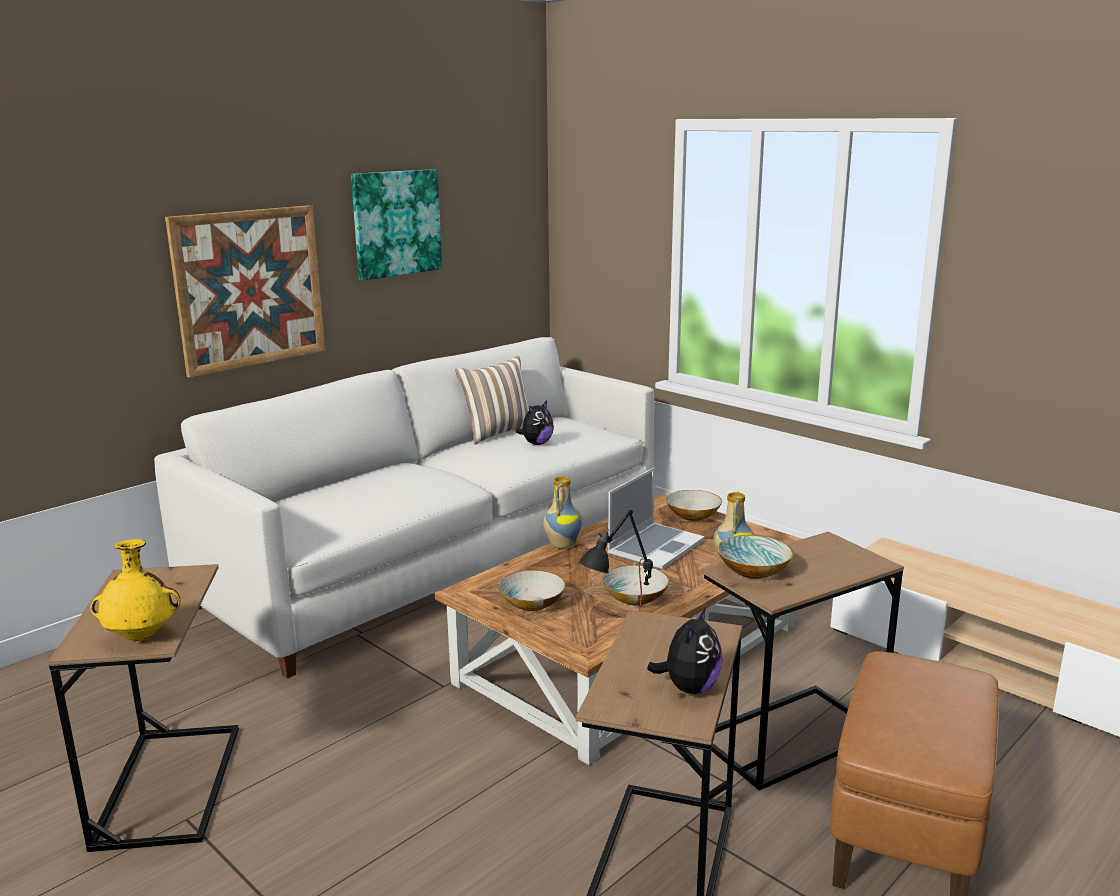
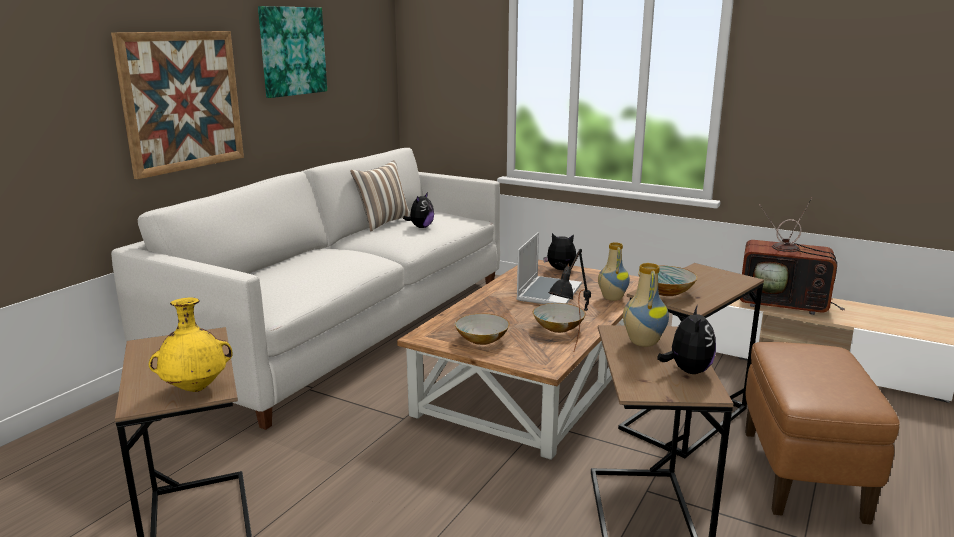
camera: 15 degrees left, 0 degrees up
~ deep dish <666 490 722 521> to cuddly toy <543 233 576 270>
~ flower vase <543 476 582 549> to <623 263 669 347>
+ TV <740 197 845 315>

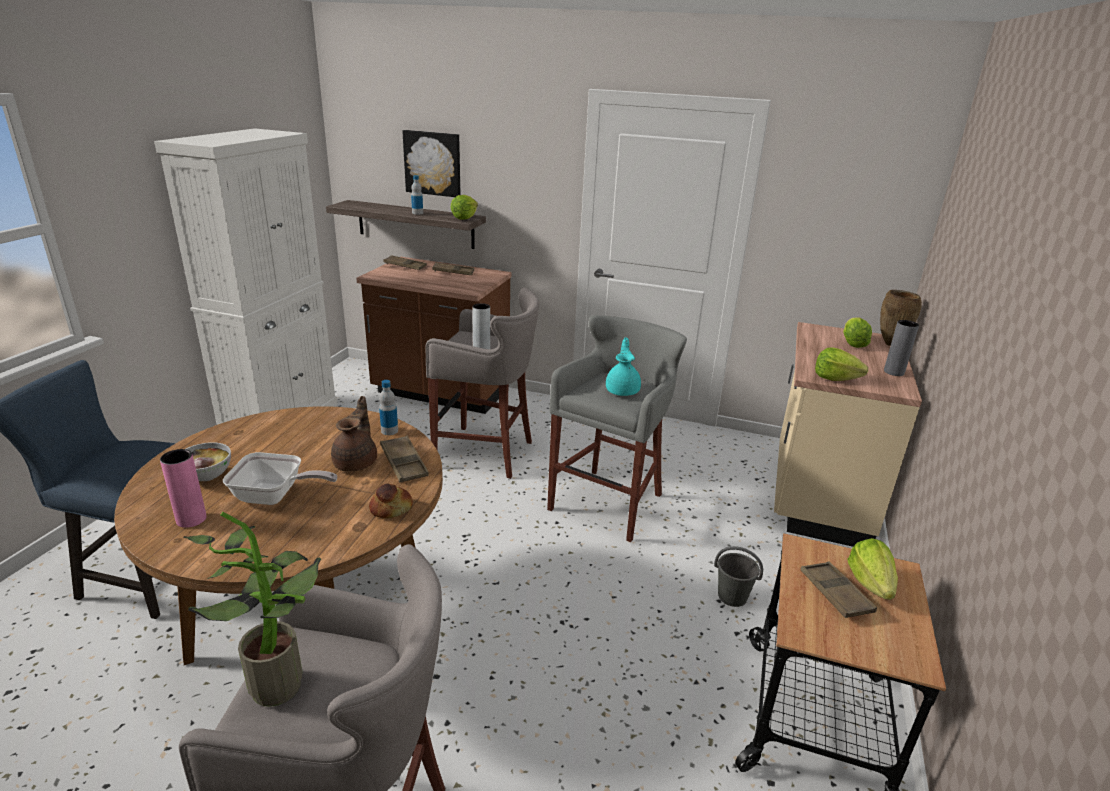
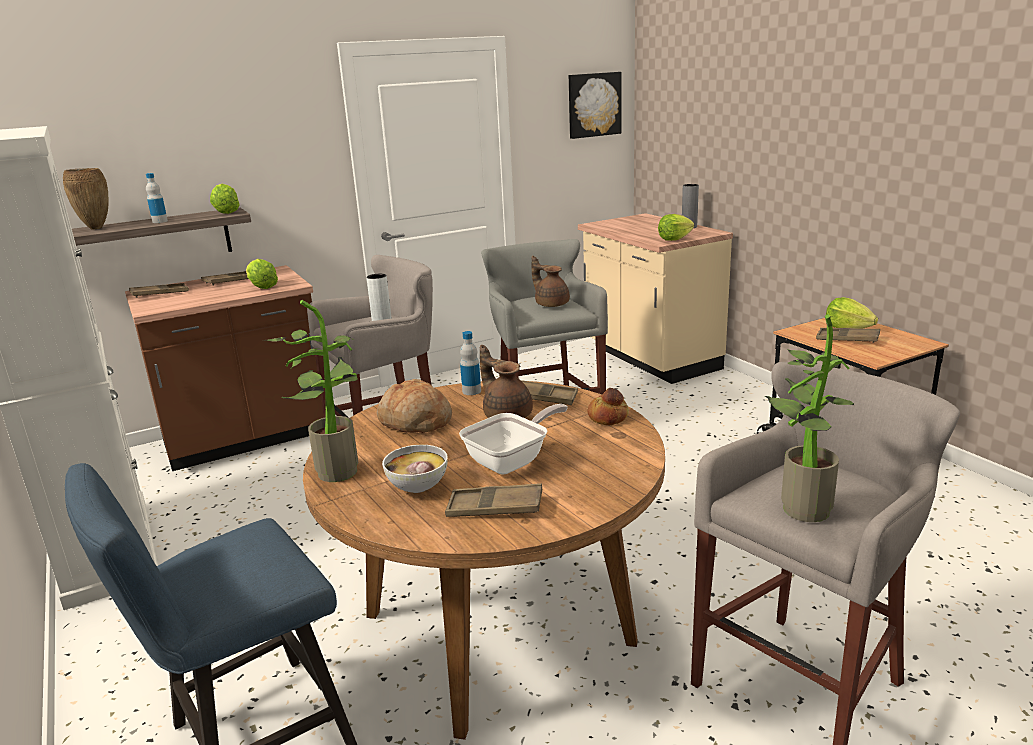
camera: 45 degrees left, 5 degrees down
~ brownish flower vase <880 290 922 346> to <63 168 109 229>
~ lettuce head <843 317 872 348> to <246 259 278 289>
+ houseplant <266 300 358 482>
+ bread <376 379 452 433>
~ pink-coloured flower vase <160 449 206 528> to brownish serving tray <445 483 542 517>
~ blue-green teapot <606 337 641 396> to brownish teapot <532 256 570 307>
~ picture <402 130 461 197> to <569 72 621 139>
- greyish pail <714 546 763 607>

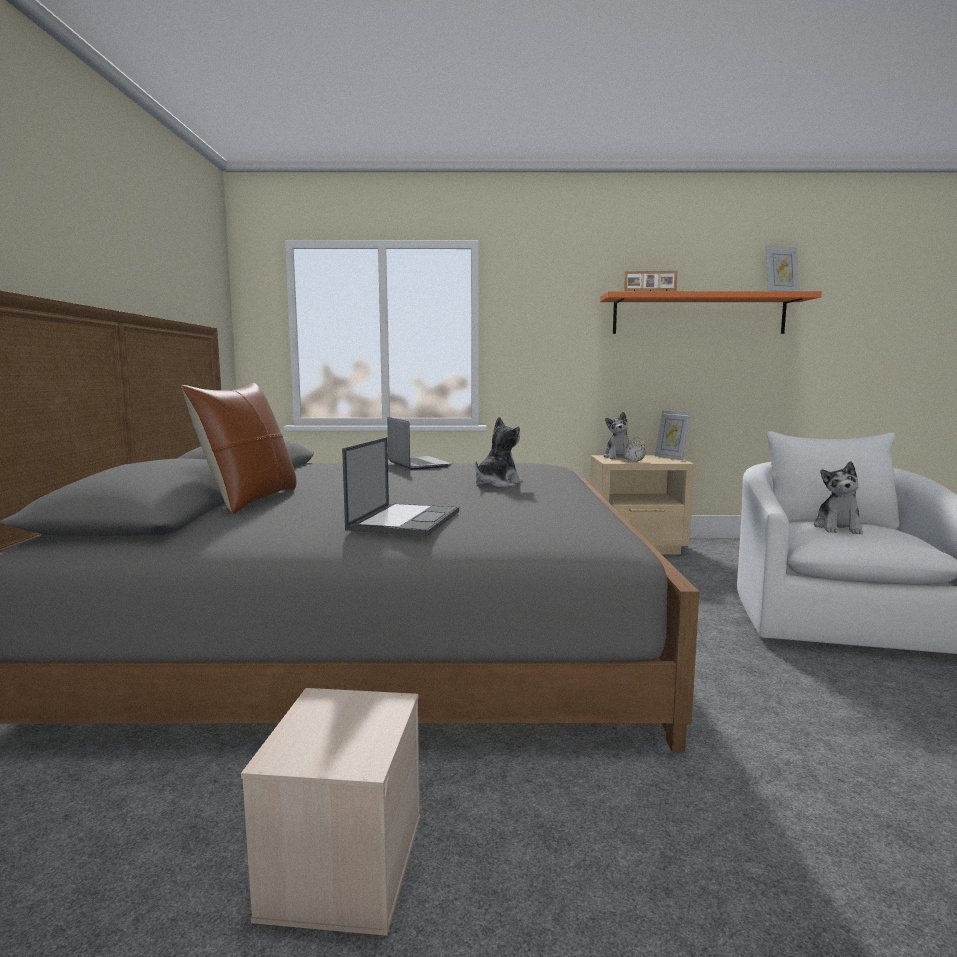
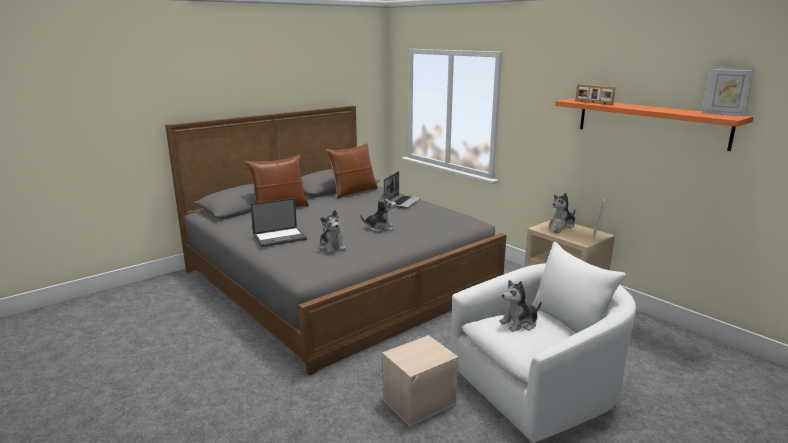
camera: 50 degrees right, 10 degrees up
+ cuddly toy <319 210 346 253>
+ brownish cushion <326 143 378 198>
~ beige-coloured storage bin <241 688 420 936> to <382 335 459 427>

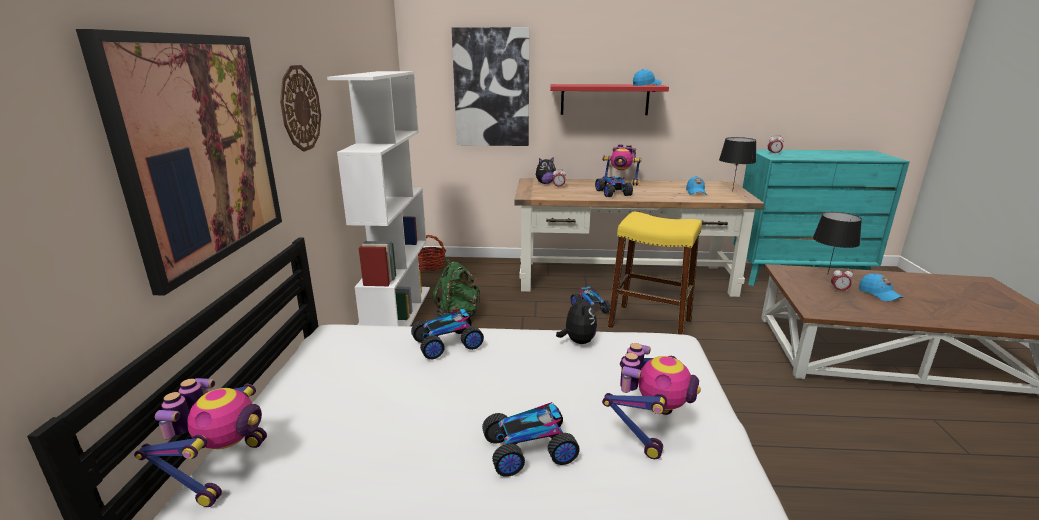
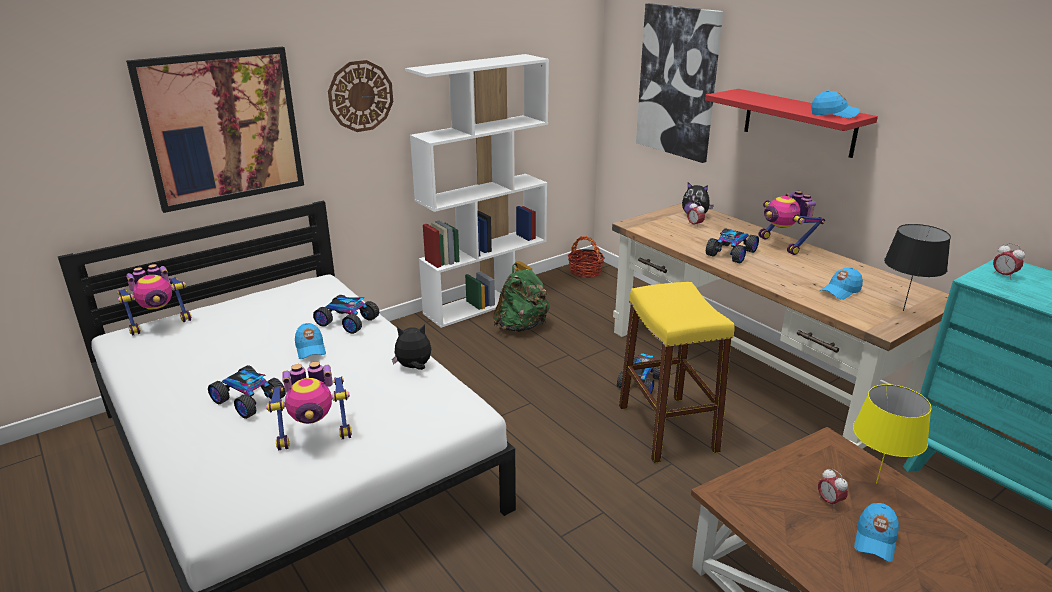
camera: 50 degrees right, 5 degrees up
+ blue baseball cap <295 323 326 359>
~ cuddly toy <556 294 597 344> = <392 324 431 370> 150 degrees counterclockwise
~ blackish tabletop lamp <813 212 862 275> to yellow-coloured tabletop lamp <853 384 931 484>

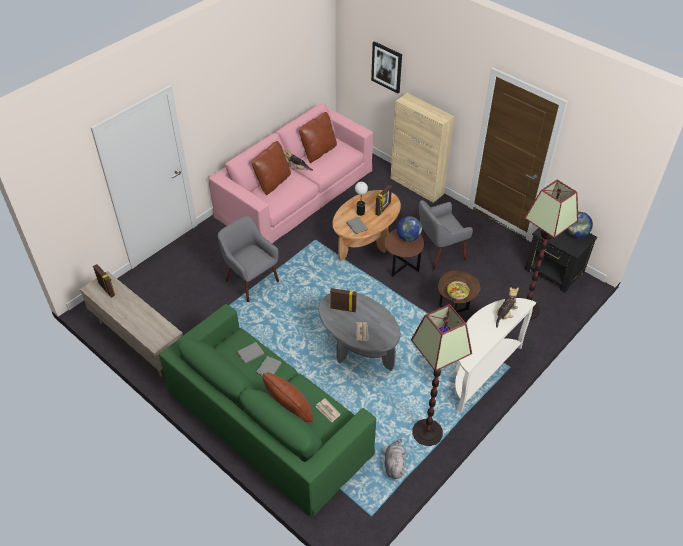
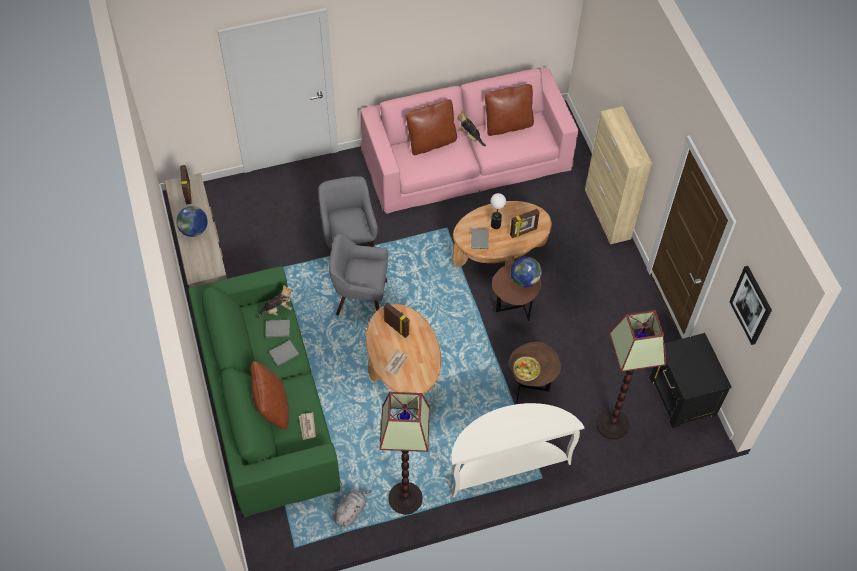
camera: 30 degrees right, 10 degrees up
~ globe <567 212 593 238> to <176 206 207 237>
~ cuddly toy <496 287 519 328> to <257 285 293 318>
~ greyish armchair <419 200 473 270> to <329 234 388 315>
~ greyish lounge table <318 293 401 371> to brownish lounge table <366 304 441 416>
~ picture <371 41 402 93> to <729 266 772 345>

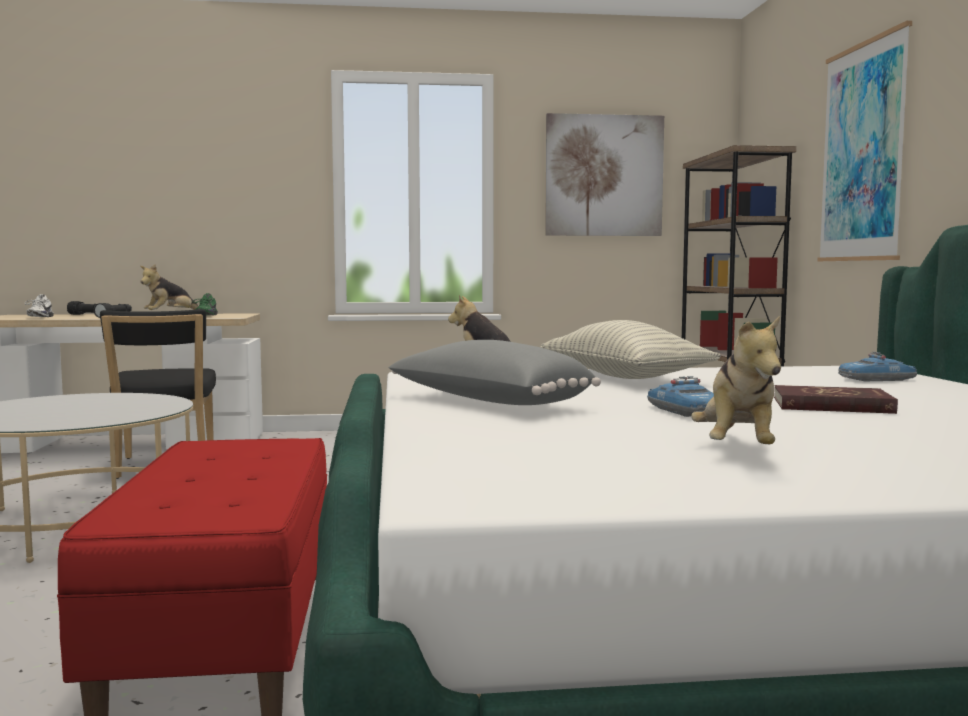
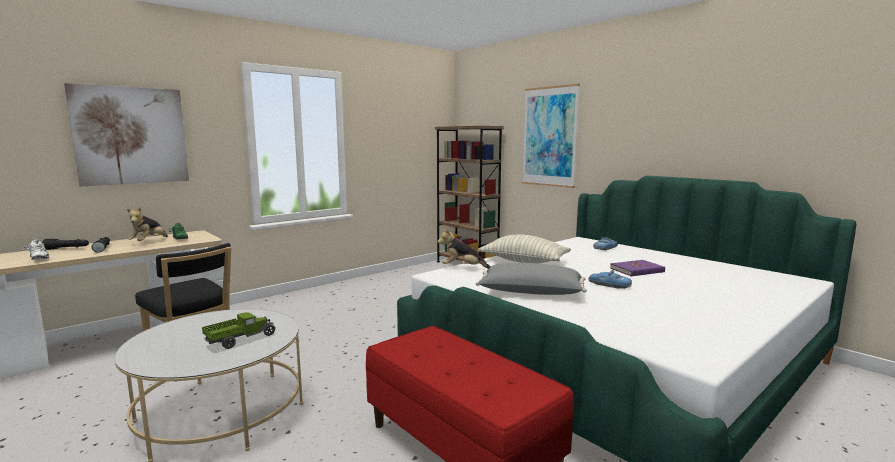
camera: 35 degrees left, 5 degrees up
~ picture <545 113 664 236> to <64 83 189 186>
+ toy lorry <202 312 276 349>
~ red book <774 385 898 414> to purple book <610 260 665 277>
- cuddly toy <691 316 781 444>

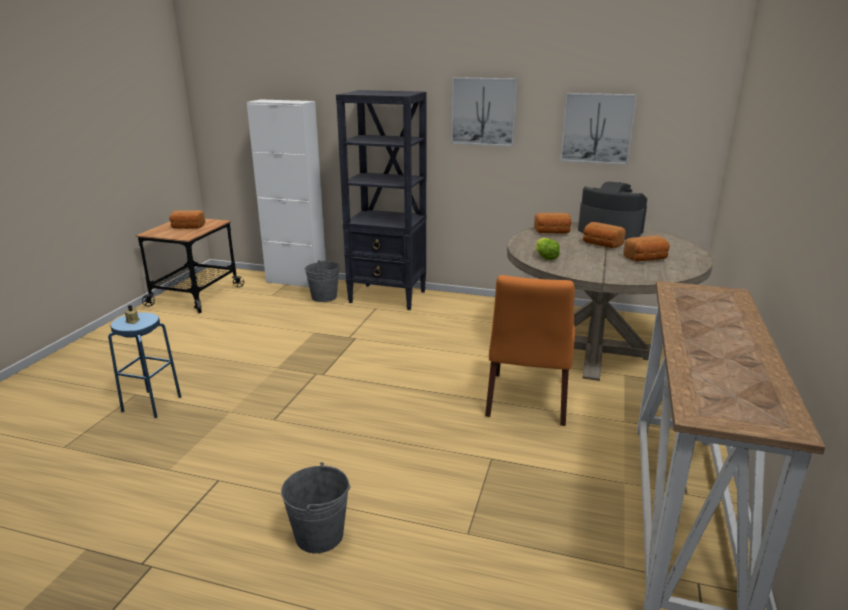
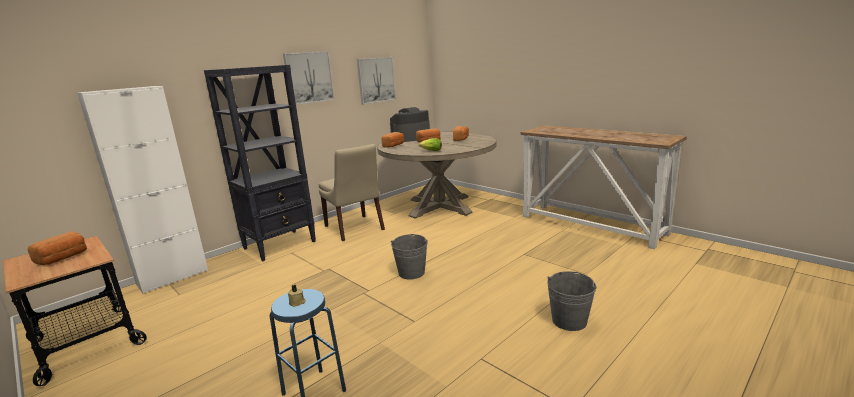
camera: 60 degrees left, 5 degrees down
+ beige-coloured plain chair <319 144 385 241>
~ greyish pail <305 260 340 302> to <391 234 428 279>
- orange-coloured plain chair <485 275 575 426>

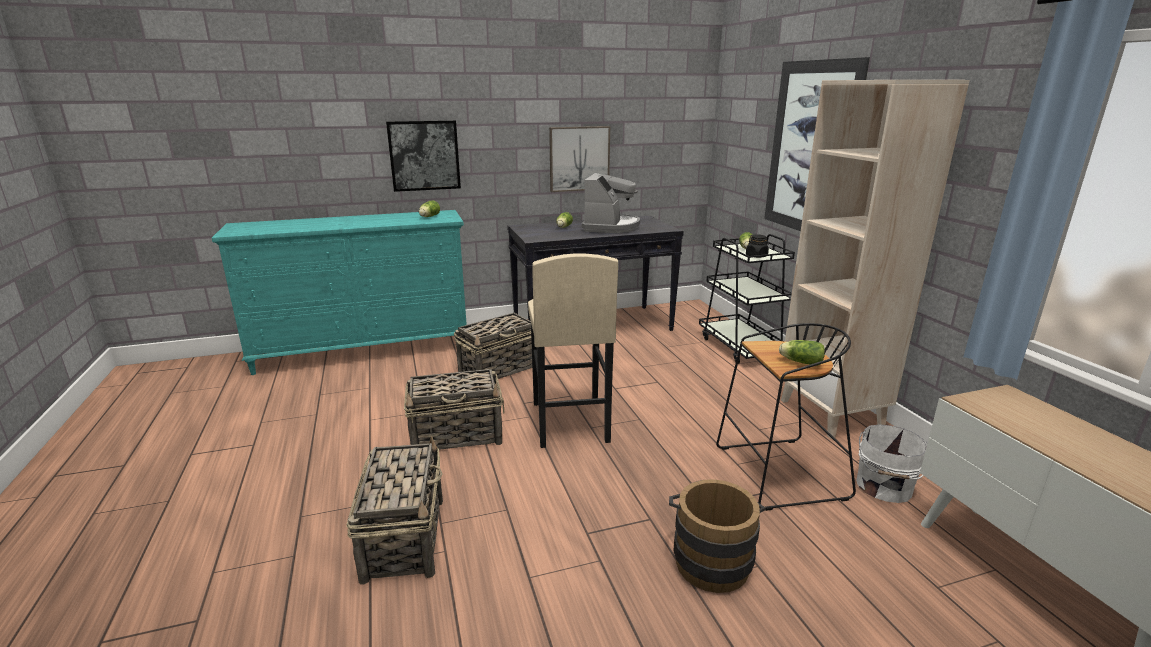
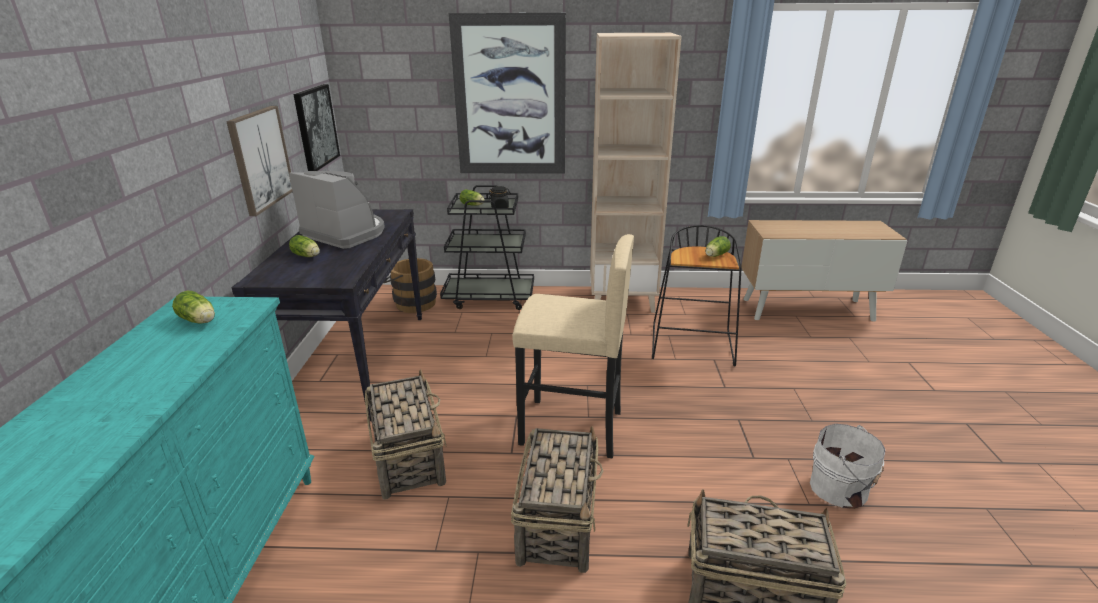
camera: 70 degrees left, 5 degrees up
~ picture <386 120 461 192> to <293 84 340 171>
~ brownish pail <669 479 766 593> to <384 258 437 313>
~ whitish pail <856 424 927 503> to <810 424 885 509>

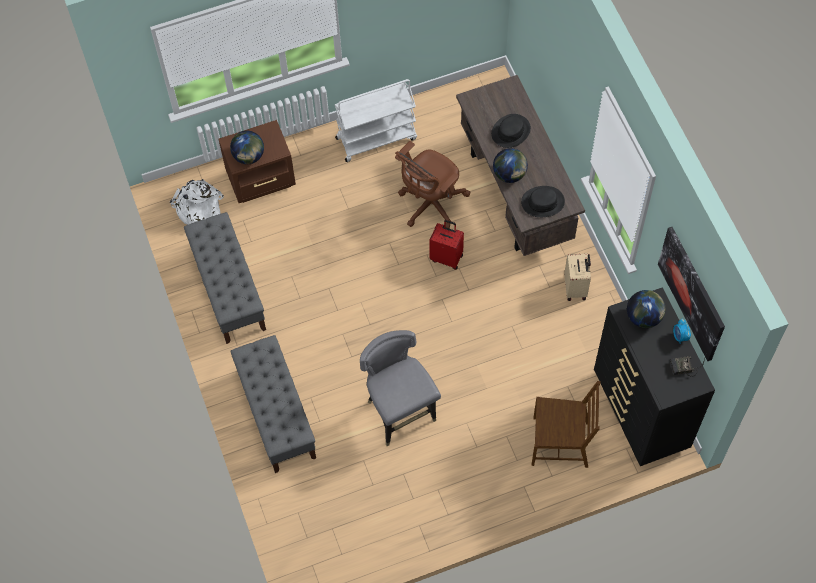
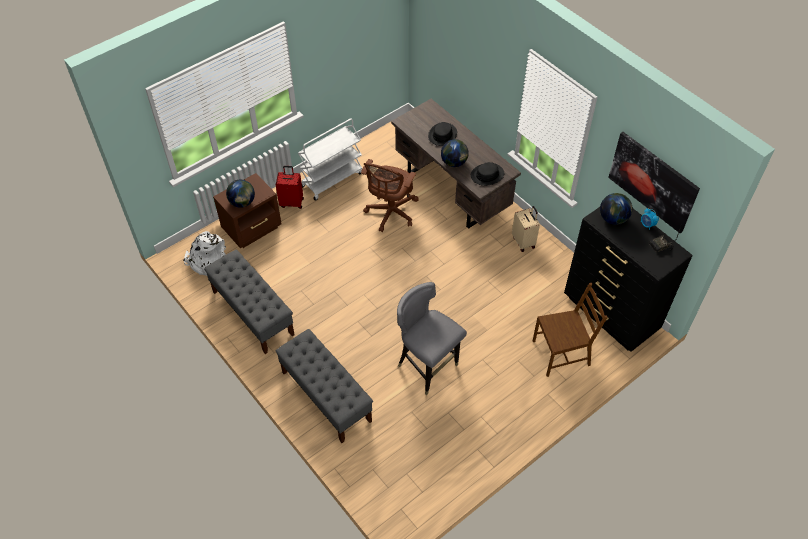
camera: 20 degrees left, 10 degrees down
~ red piece of luggage <429 220 464 270> to <276 166 304 209>

